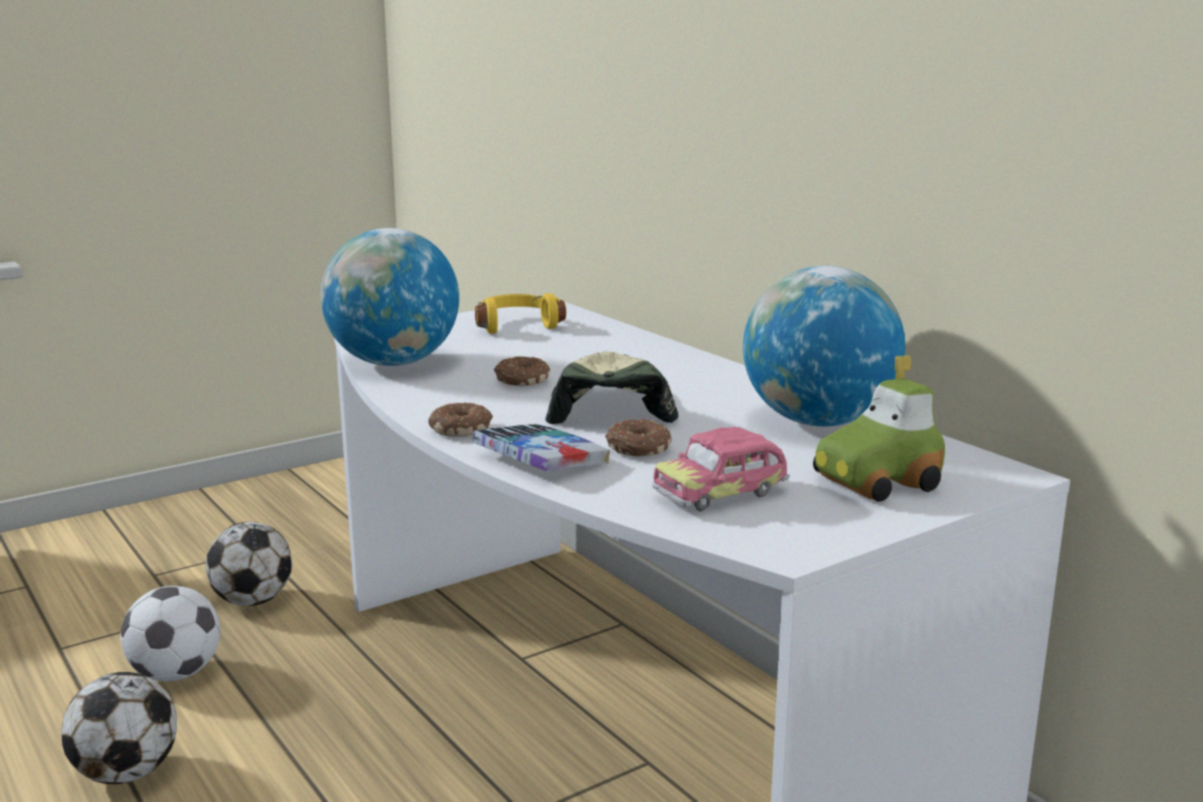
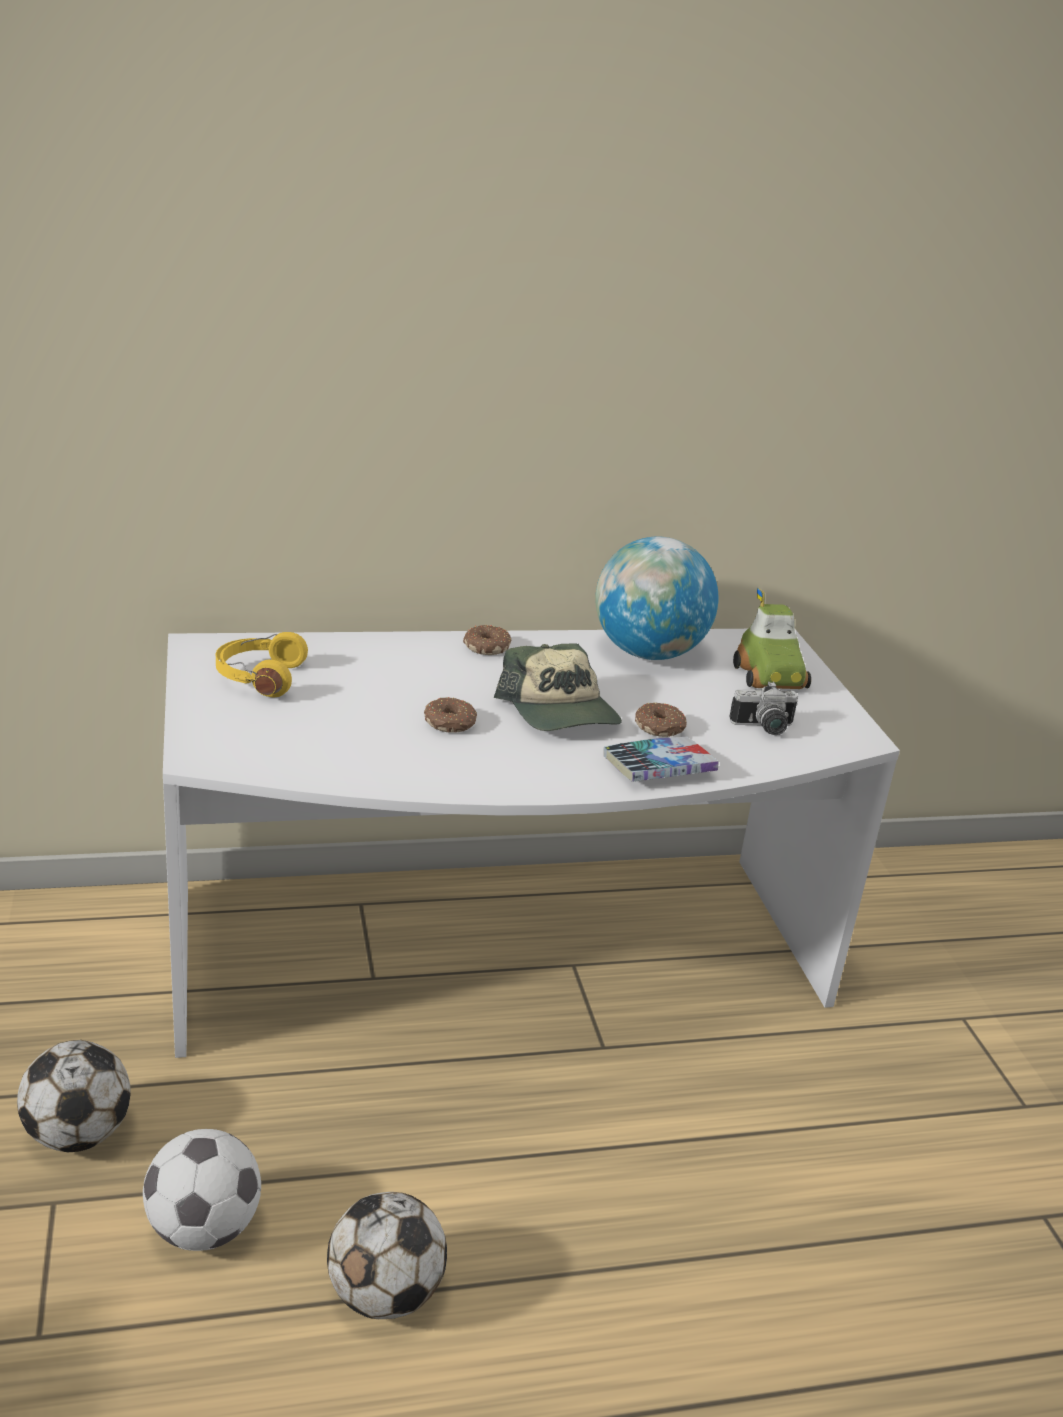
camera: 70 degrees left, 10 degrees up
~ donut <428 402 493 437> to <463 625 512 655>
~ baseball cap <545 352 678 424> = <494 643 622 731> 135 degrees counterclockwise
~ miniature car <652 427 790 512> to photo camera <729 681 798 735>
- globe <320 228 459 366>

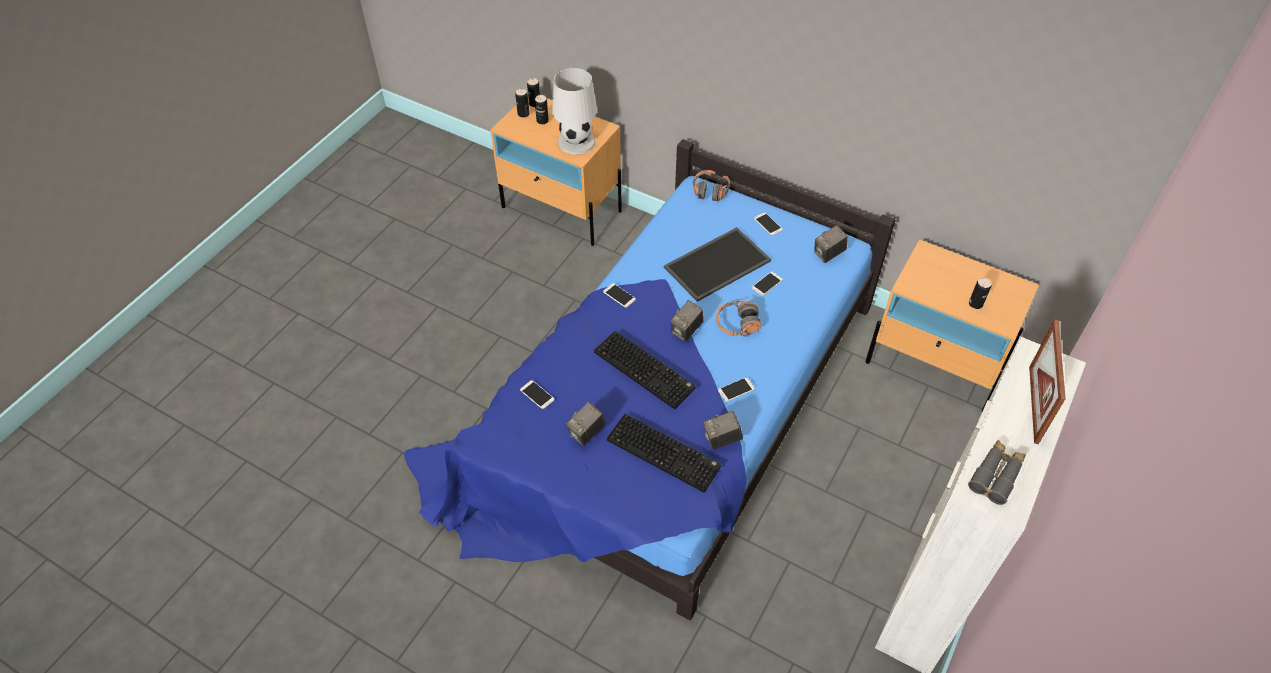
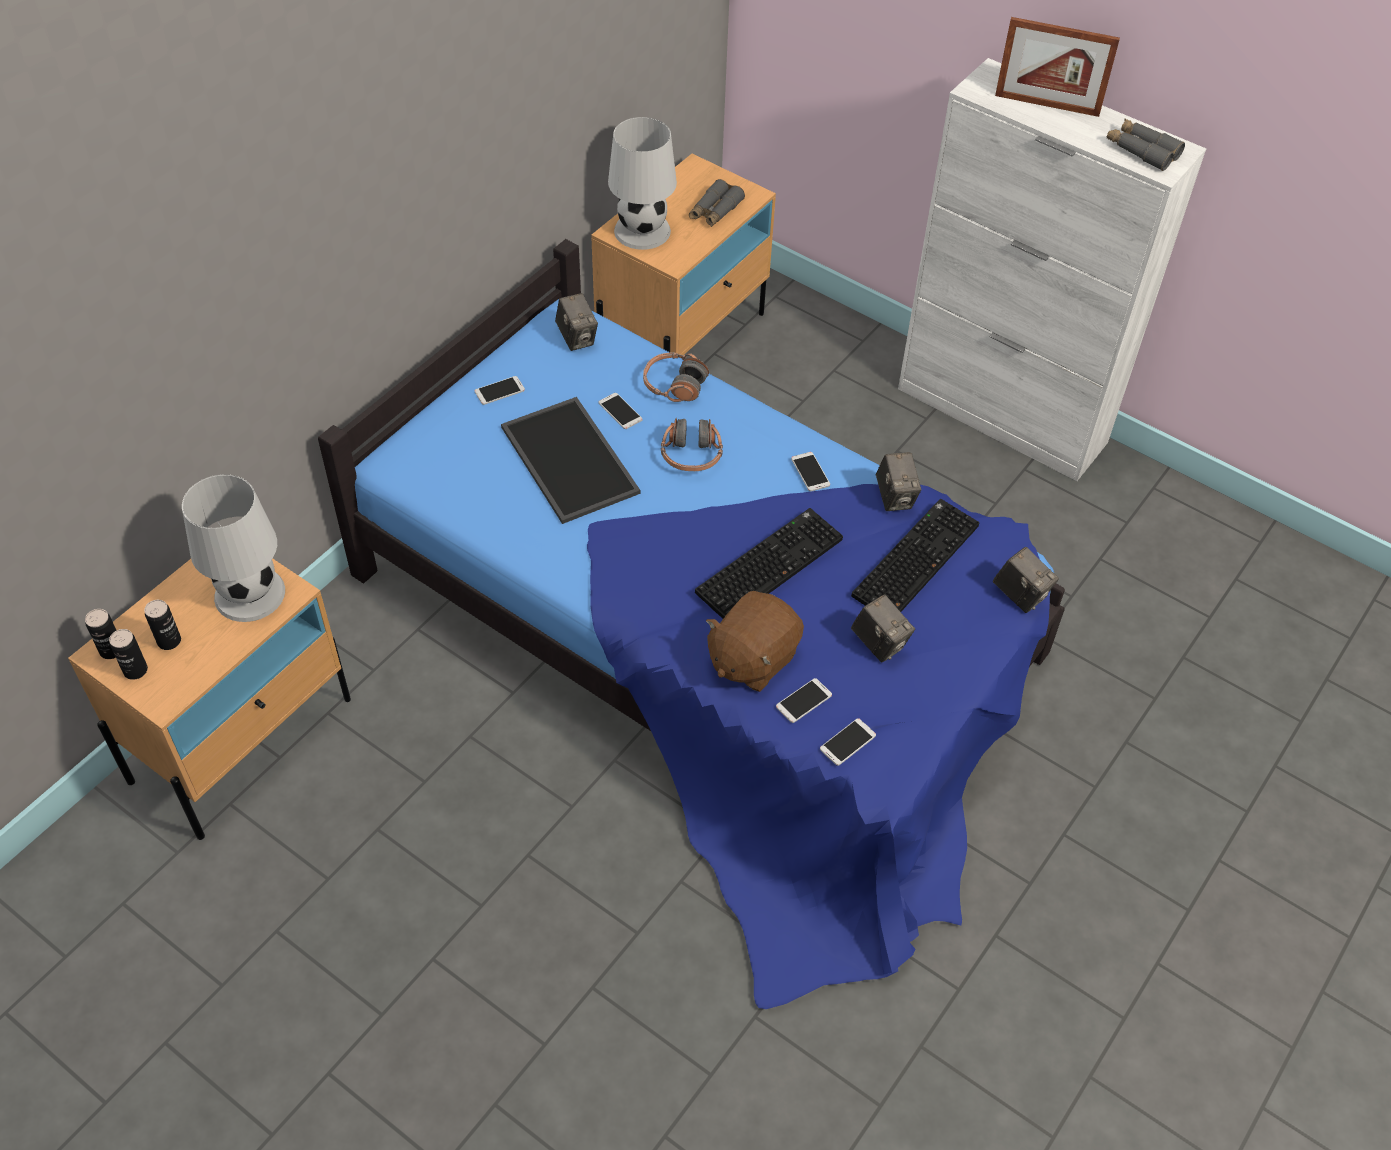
camera: 85 degrees left, 0 degrees up
+ whitish tabletop lamp <608 117 677 250>
~ pair of headphones <693 170 730 202> to <643 352 709 402>
~ can <969 277 992 309> to greyish pair of binoculars <689 179 745 227>
+ brownish cuddly toy <706 591 804 692>
~ phone <603 283 636 308> to <820 718 876 766>
~ photo camera <671 300 704 342> to <993 547 1059 613>

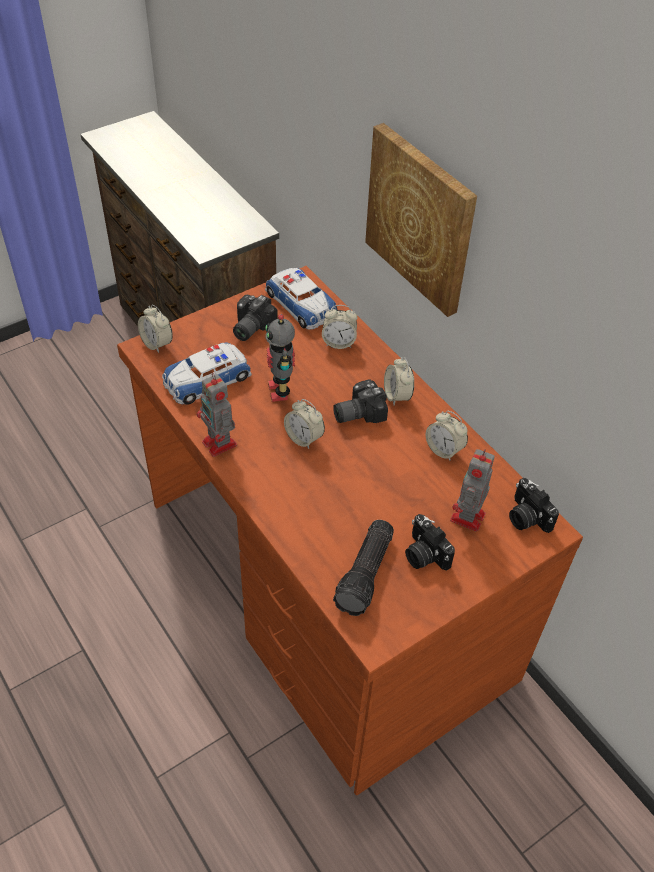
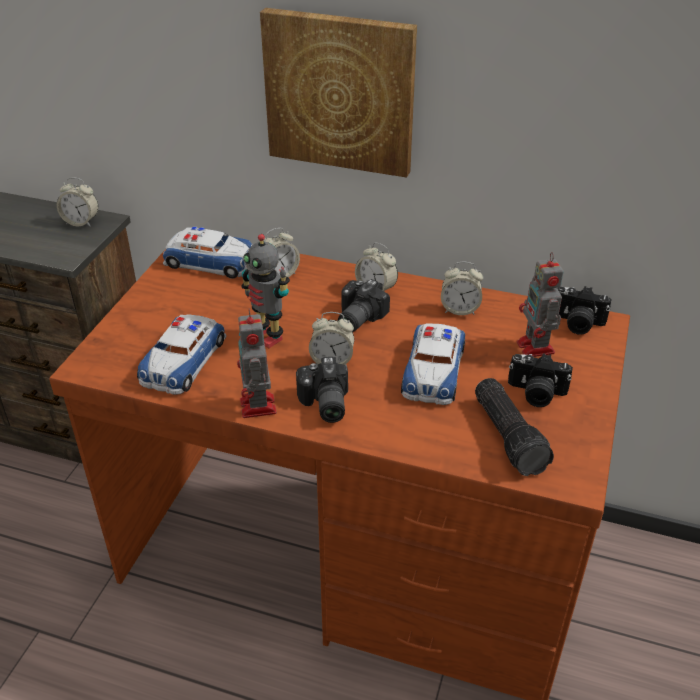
camera: 35 degrees left, 10 degrees down
~ bedside clock <138 304 173 353> to <57 177 98 227>
~ robot figure <197 373 237 457> = <237 308 277 418> 60 degrees clockwise
~ photo camera <233 295 278 341> to <296 357 348 423>
+ miniature car <401 323 465 405>

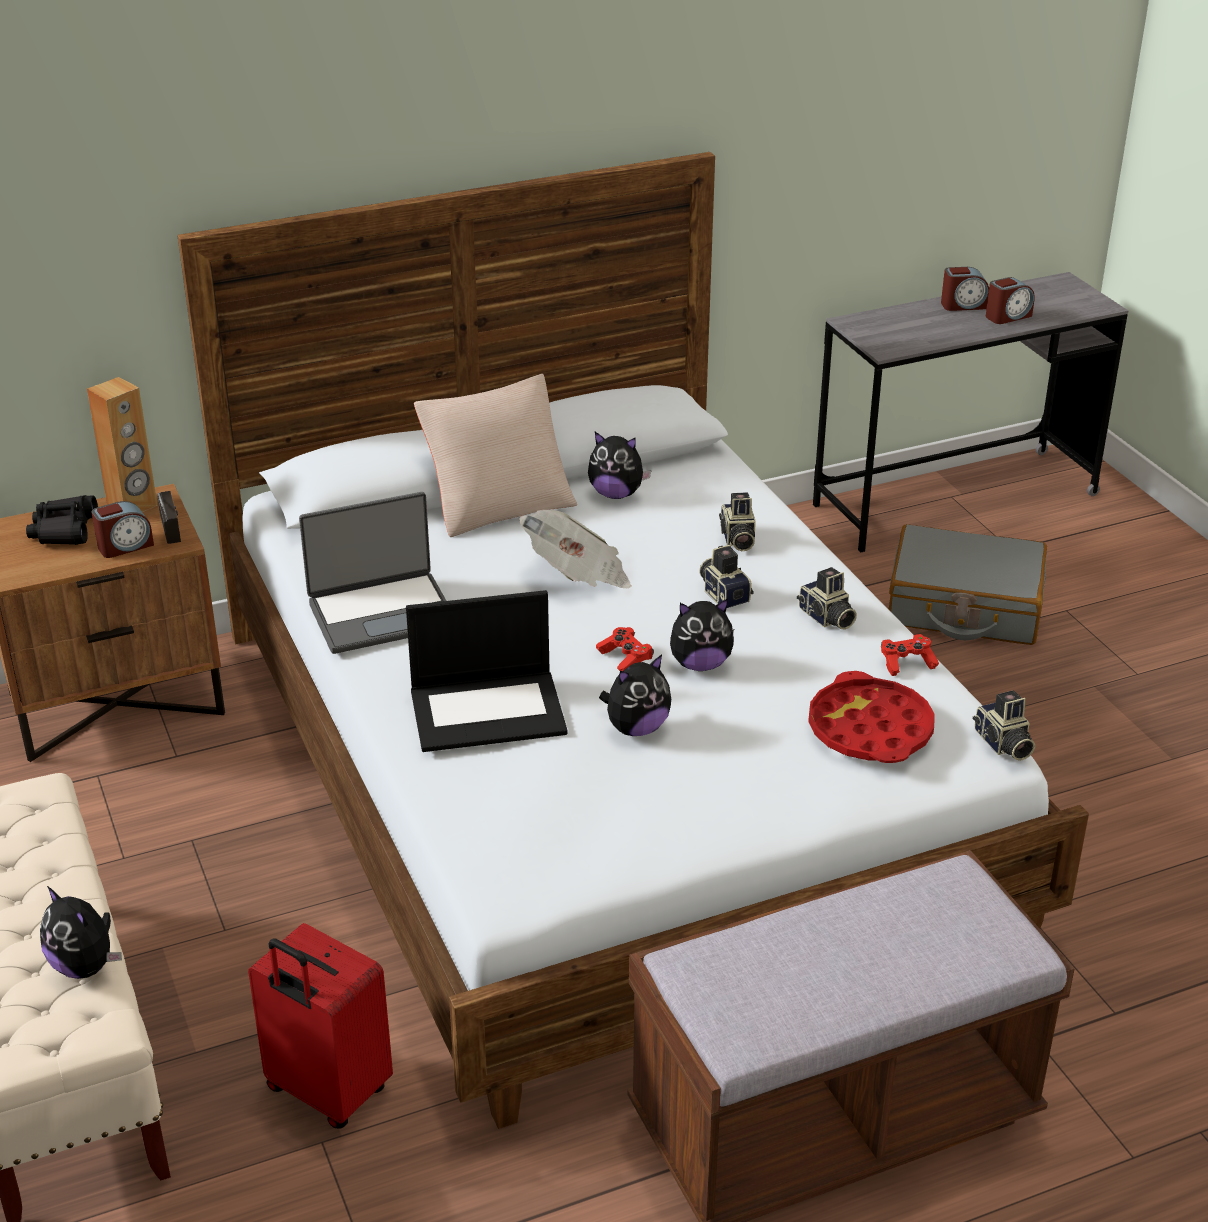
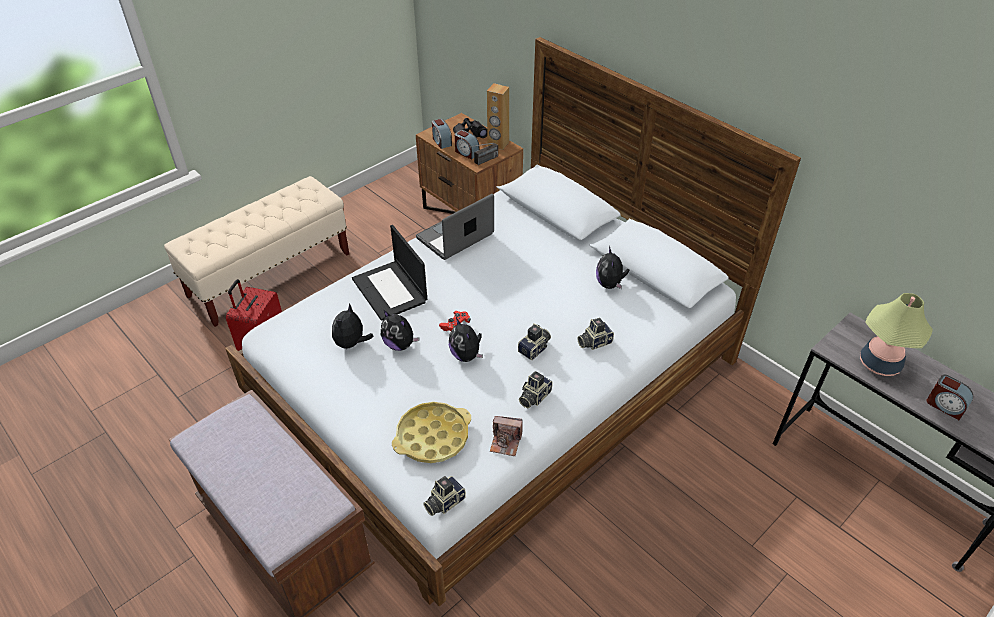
camera: 70 degrees right, 10 degrees up
~ cuddly toy <40 886 122 979> to <332 303 373 349>
~ red serving tray <808 671 935 763> to yellow-coloured serving tray <392 402 471 463>
~ portable computer <299 492 446 654> = <416 194 494 260> 90 degrees clockwise
~ bedside clock <941 267 989 311> to <432 119 452 149>
~ red gamepad <881 634 939 676> to photo camera <490 416 523 456>
+ tabletop lamp <860 293 933 376>
- beige-coloured cushion <414 374 577 537>
- printed paper <520 510 632 588>
- greyish piece of luggage <888 524 1047 645>

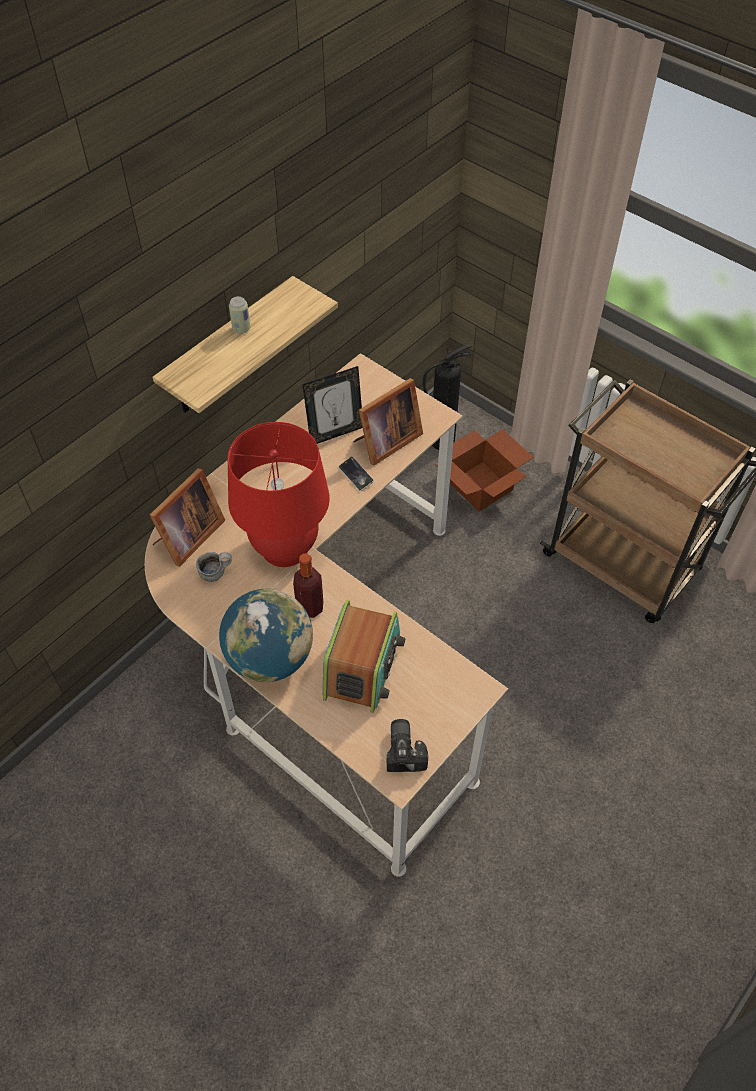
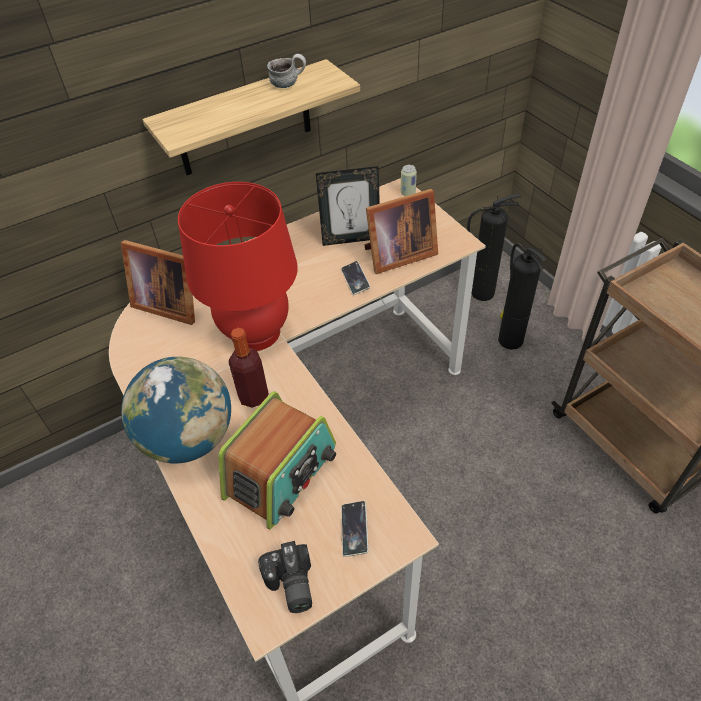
camera: 20 degrees right, 5 degrees down
~ standing frame <150 468 225 567> = <121 240 195 325> 60 degrees clockwise
~ photo camera <387 719 428 772> = <258 541 312 613> 150 degrees clockwise
~ mug <196 552 232 582> to <267 54 306 88>
+ phone <341 501 369 557>
~ can <229 296 250 334> to <401 165 417 196>
~ cardboard box <436 429 534 511> to fire extinguisher <498 243 547 350>

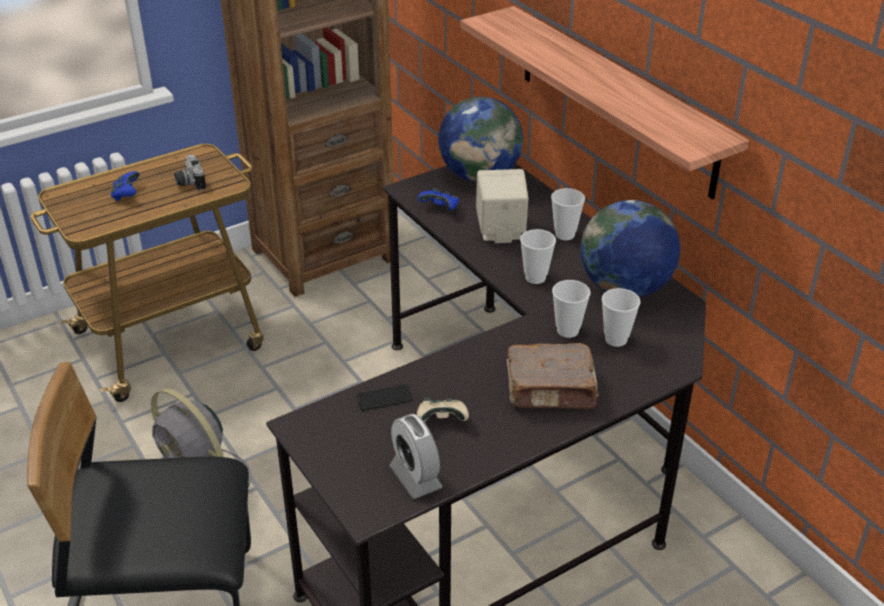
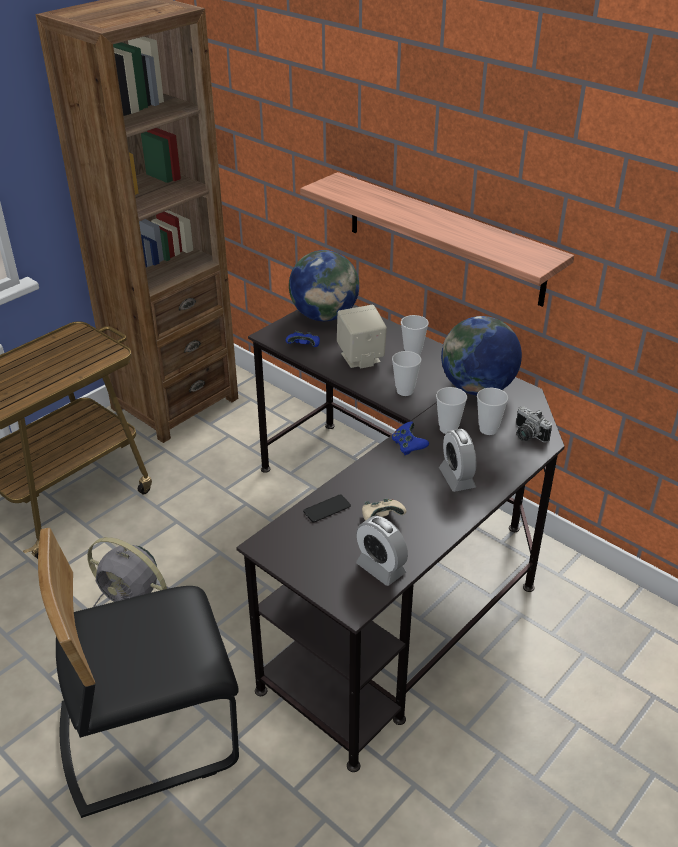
camera: 15 degrees left, 0 degrees up
~ blue gamepad <111 171 140 201> to <392 422 429 455>
~ brownish book <507 343 599 409> to bedside clock <439 429 477 492>
~ photo camera <174 154 206 191> to <516 406 552 443>

